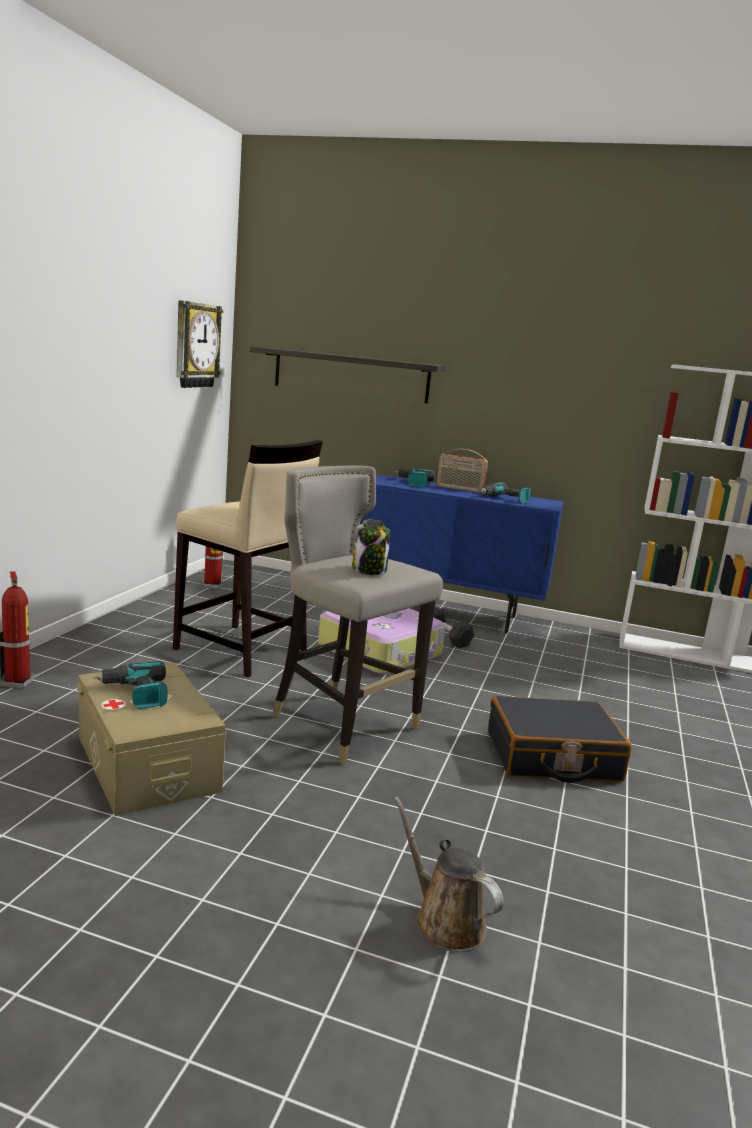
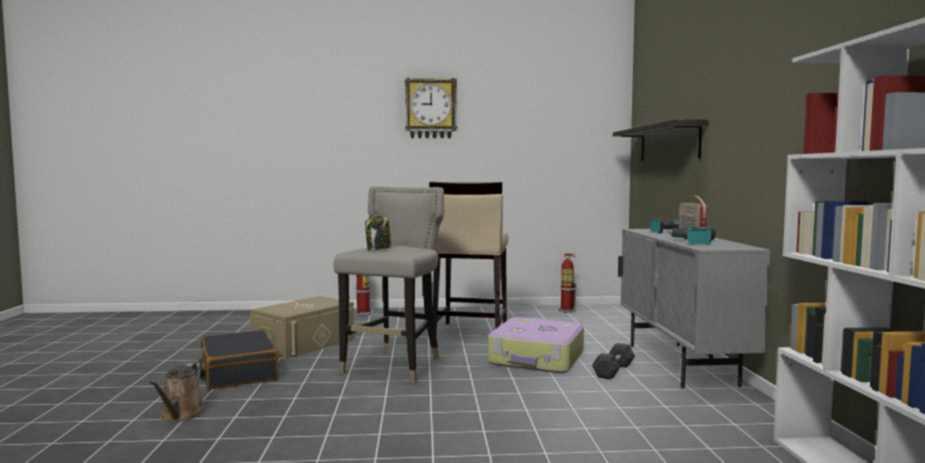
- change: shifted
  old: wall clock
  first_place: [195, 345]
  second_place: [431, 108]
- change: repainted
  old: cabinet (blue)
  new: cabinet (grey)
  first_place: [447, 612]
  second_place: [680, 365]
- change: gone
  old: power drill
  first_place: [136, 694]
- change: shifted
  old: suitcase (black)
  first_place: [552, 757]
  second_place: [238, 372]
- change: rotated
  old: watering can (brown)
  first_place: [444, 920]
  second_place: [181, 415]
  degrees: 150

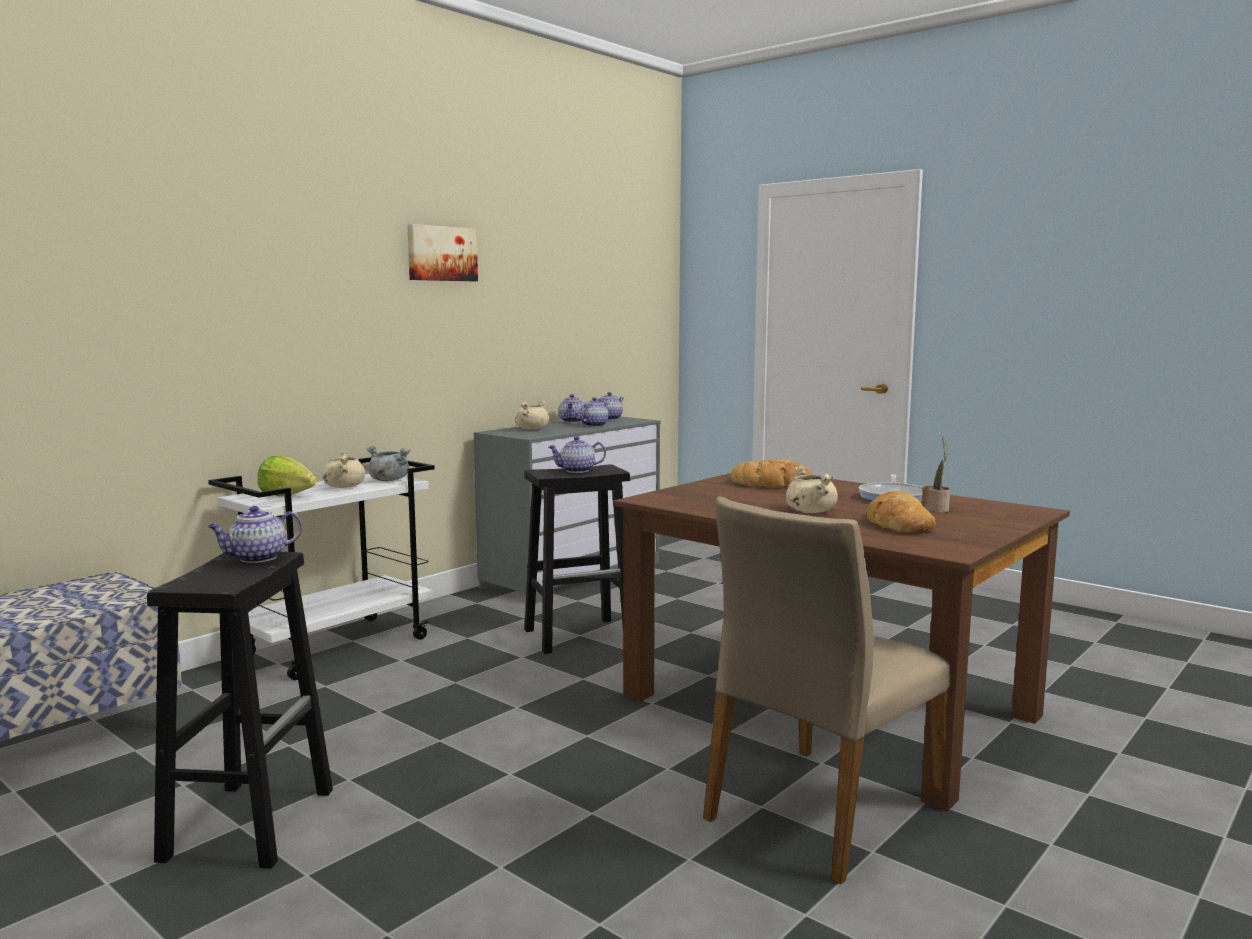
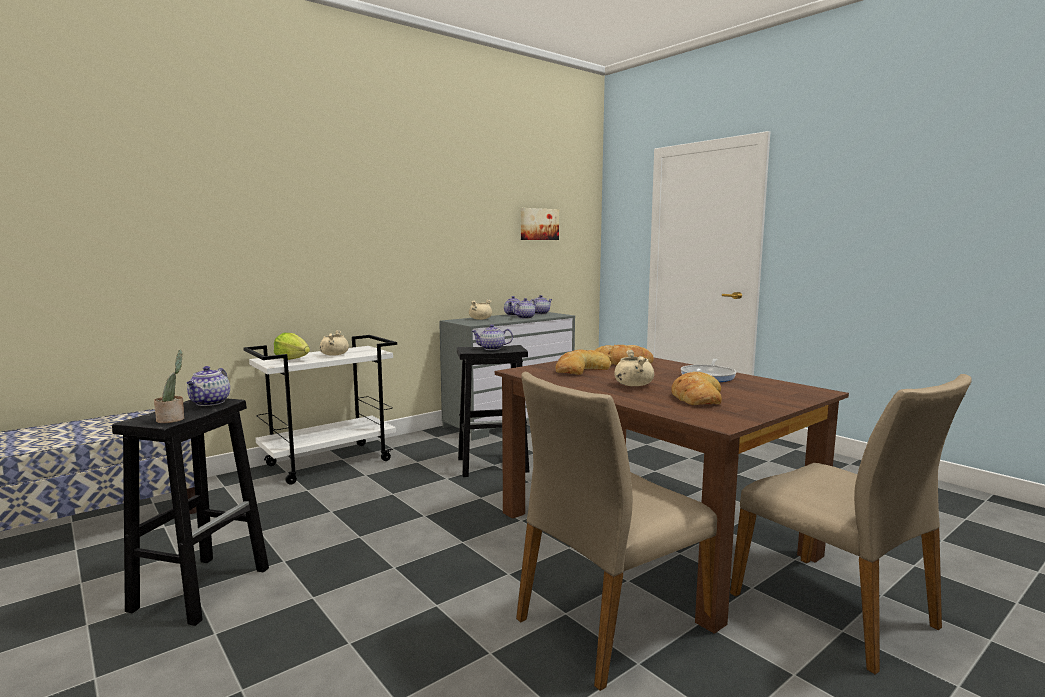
- change: shifted
  old: picture
  first_place: [441, 253]
  second_place: [538, 224]
- change: shifted
  old: potted plant
  first_place: [935, 510]
  second_place: [172, 419]
- change: gone
  old: cooking pot (grey)
  first_place: [388, 480]
- change: rotated
  old: teapot
  first_place: [257, 558]
  second_place: [210, 403]
  degrees: -60
- change: new
  new: bread
  second_place: [580, 370]
- change: new
  new: chair (beige)
  second_place: [835, 610]

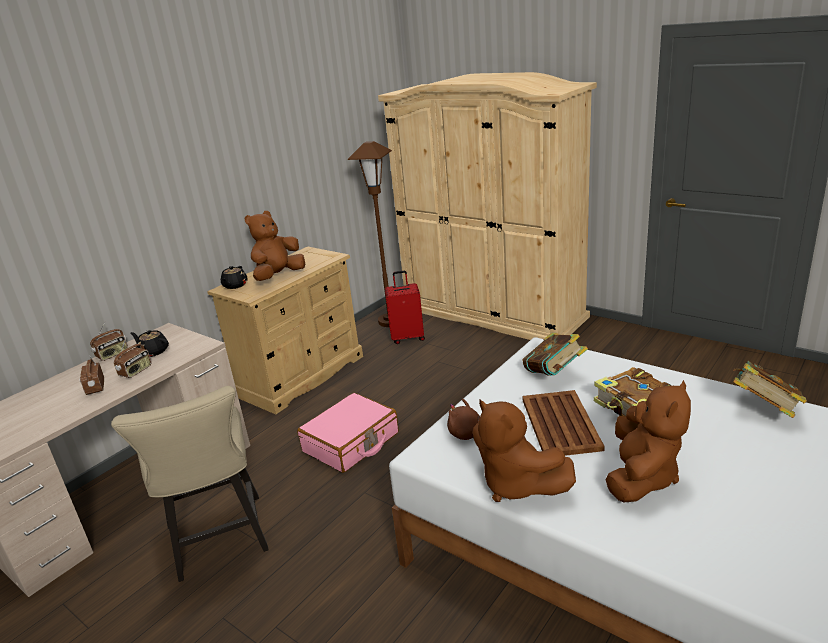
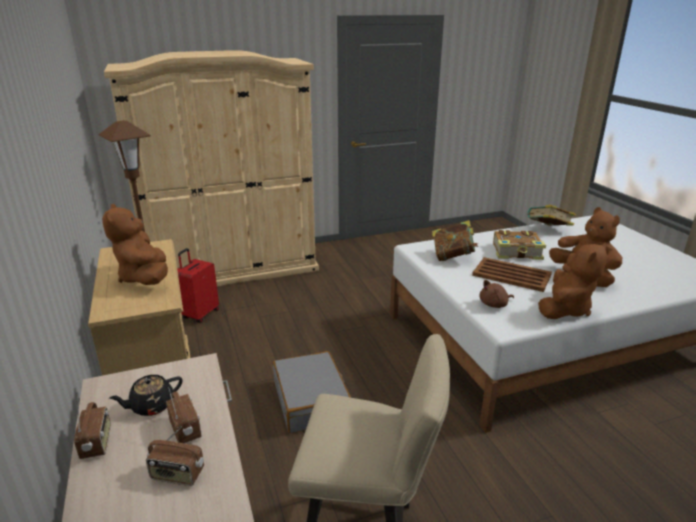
- change: gone
  old: teapot (black)
  first_place: [235, 286]
- change: repainted
  old: suitcase (pink)
  new: suitcase (grey)
  first_place: [351, 443]
  second_place: [311, 401]
- change: rotated
  old: plush toy (brown)
  first_place: [516, 485]
  second_place: [565, 309]
  degrees: -45

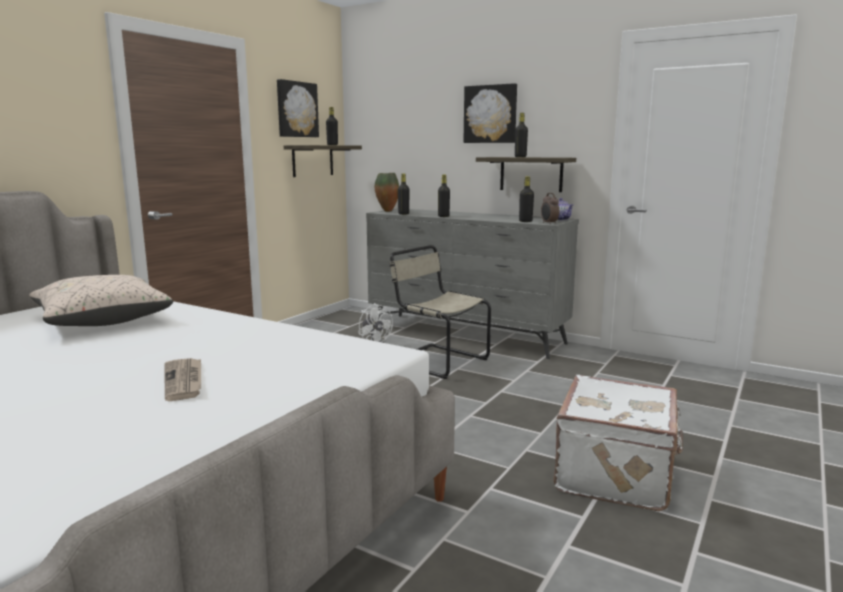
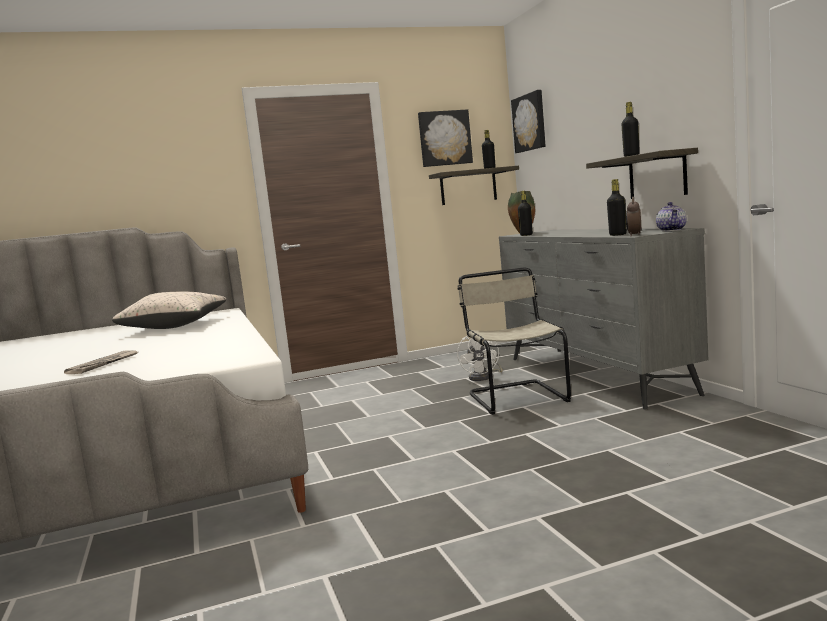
- change: shifted
  old: picture
  first_place: [490, 114]
  second_place: [530, 122]
- change: gone
  old: bottle (black)
  first_place: [443, 216]
- change: gone
  old: suitcase (white)
  first_place: [617, 474]

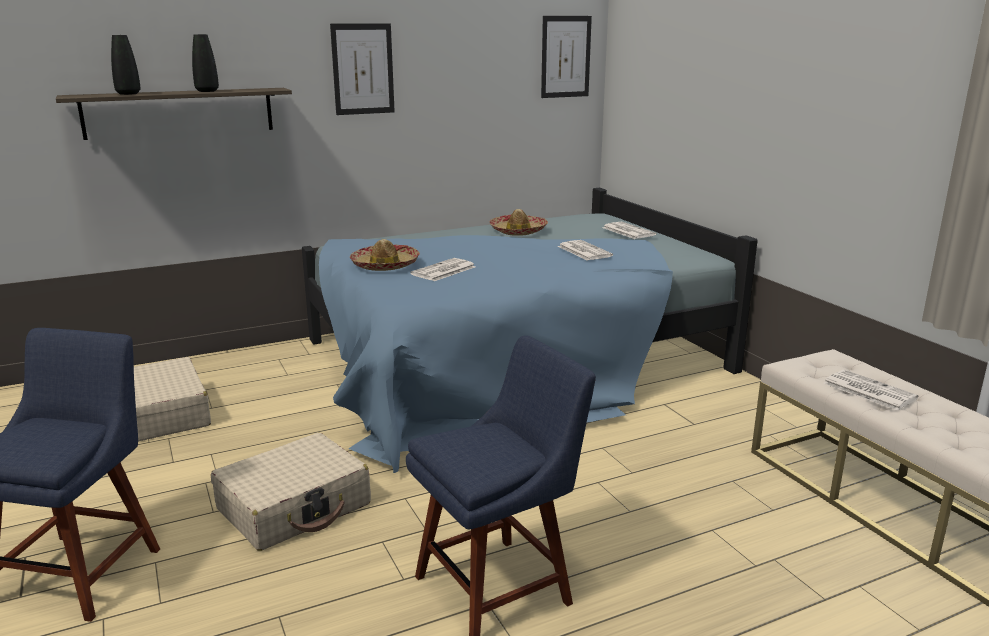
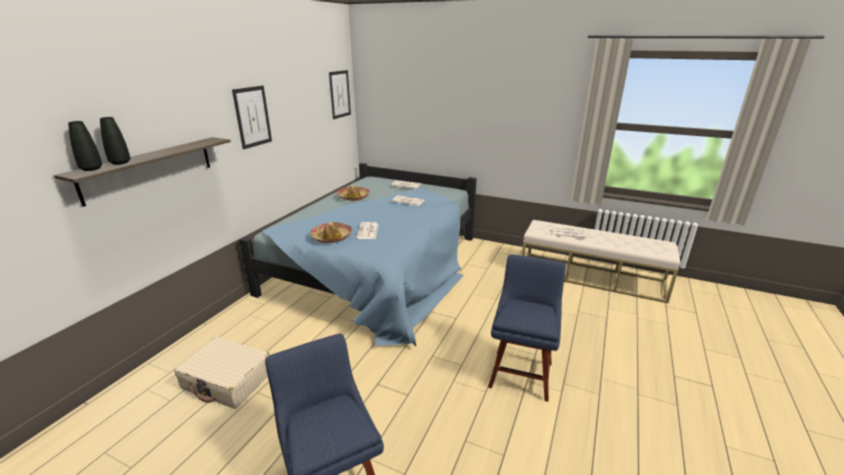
- change: shifted
  old: vase (black)
  first_place: [207, 91]
  second_place: [91, 169]
- change: gone
  old: suitcase (beige)
  first_place: [295, 507]

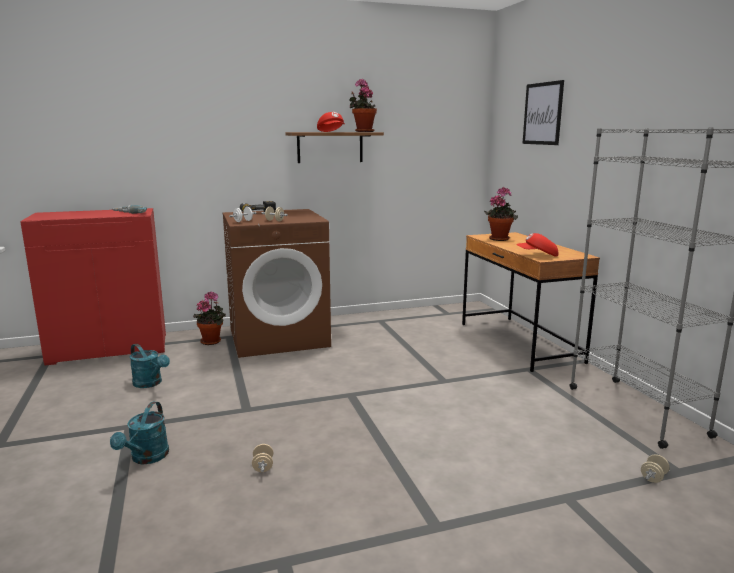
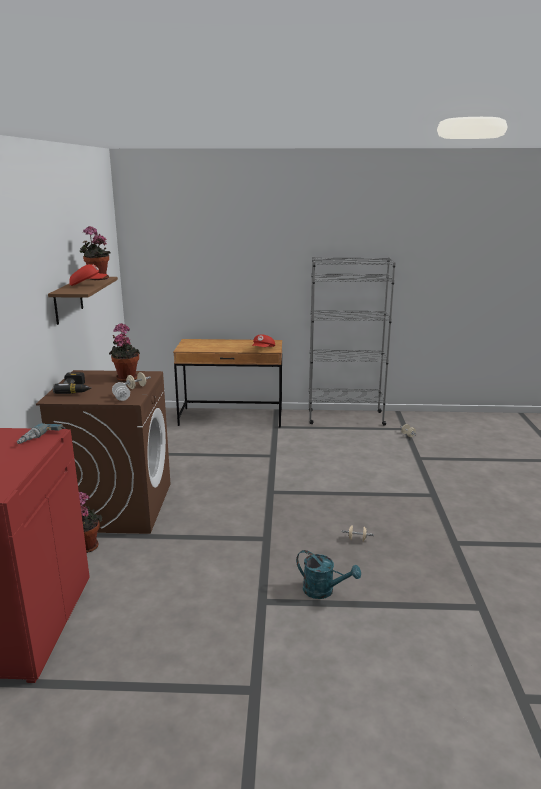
- change: gone
  old: picture
  first_place: [542, 113]
- change: shifted
  old: potted plant
  first_place: [499, 239]
  second_place: [126, 378]
- change: gone
  old: watering can (turquoise)
  first_place: [150, 383]

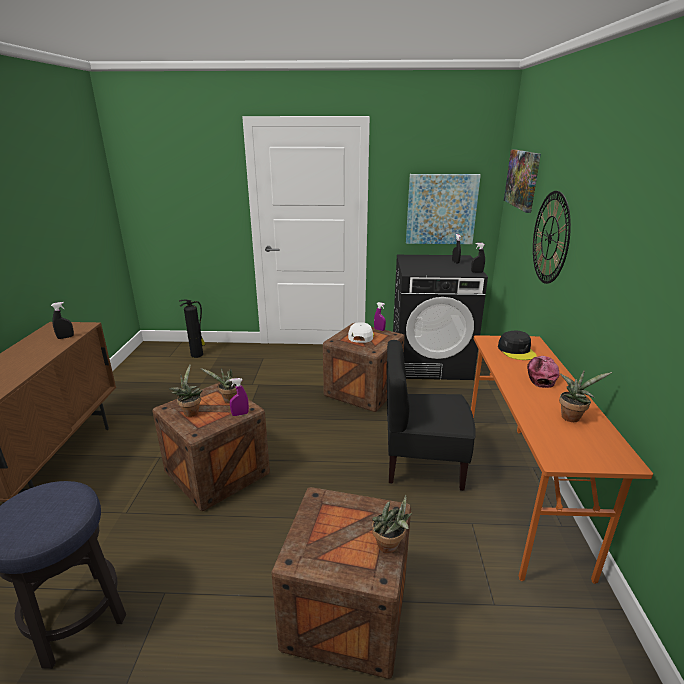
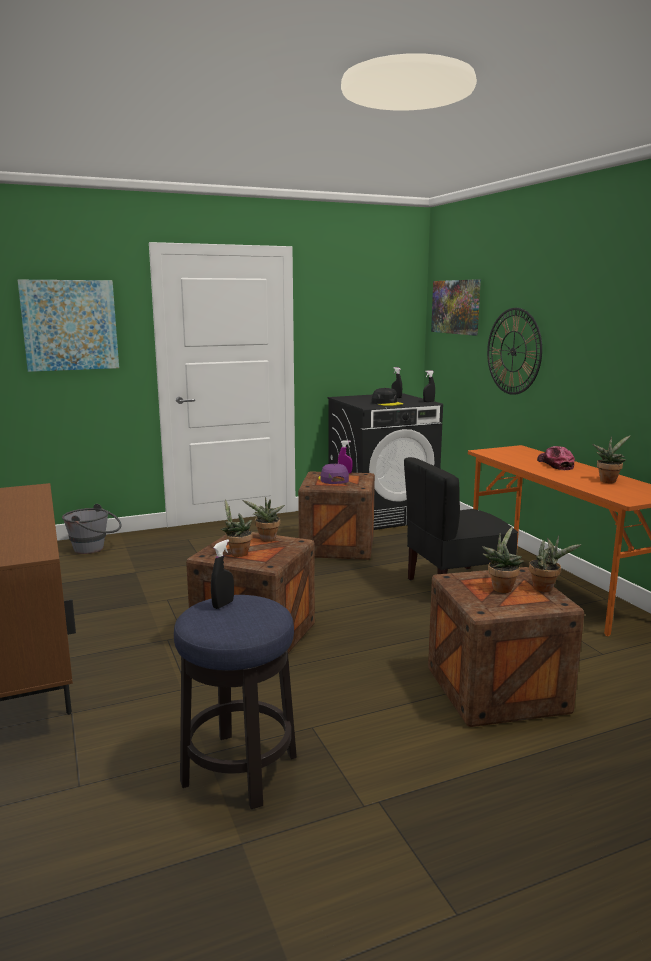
- change: shifted
  old: picture
  first_place: [441, 209]
  second_place: [70, 325]
- change: swapped
  old: fire extinguisher
  new: bucket (grey)
  first_place: [197, 354]
  second_place: [95, 549]
- change: shifted
  old: spray bottle (black)
  first_place: [65, 337]
  second_place: [223, 604]
- change: repainted
  old: cap (white)
  new: cap (purple)
  first_place: [360, 336]
  second_place: [333, 479]
- change: shifted
  old: cap (black)
  first_place: [516, 351]
  second_place: [387, 403]
- change: gone
  old: spray bottle (purple)
  first_place: [240, 414]
- change: new
  new: potted plant
  second_place: [501, 588]

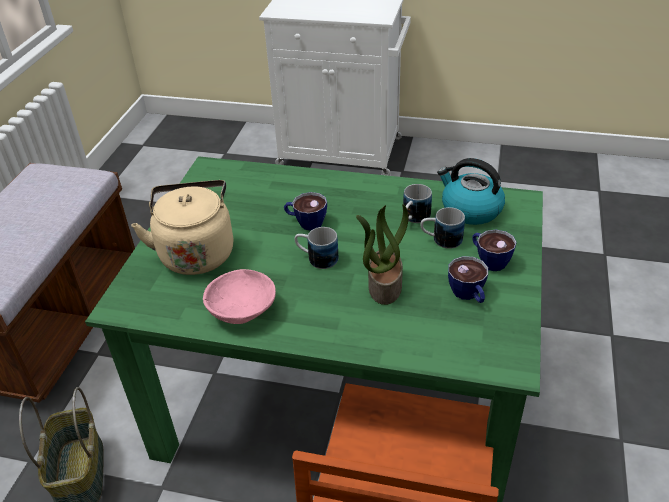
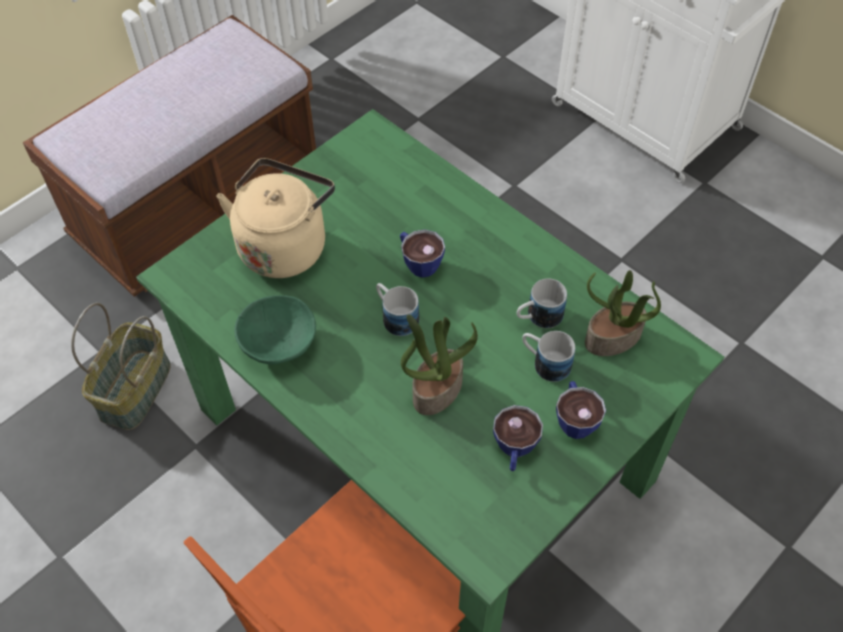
- change: swapped
  old: kettle
  new: potted plant
  first_place: [470, 209]
  second_place: [613, 338]
- change: repainted
  old: bowl (pink)
  new: bowl (green)
  first_place: [243, 311]
  second_place: [279, 344]

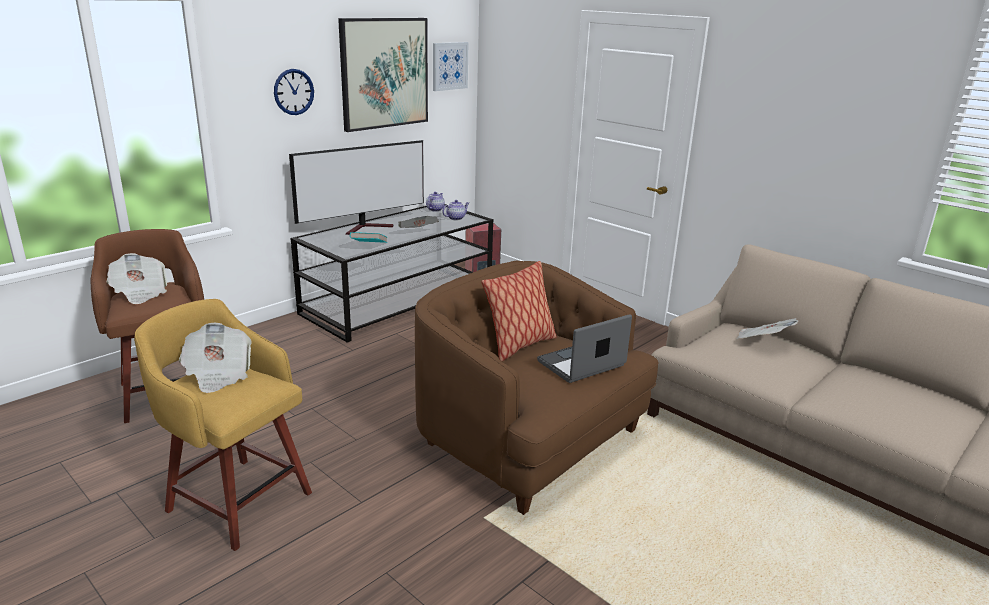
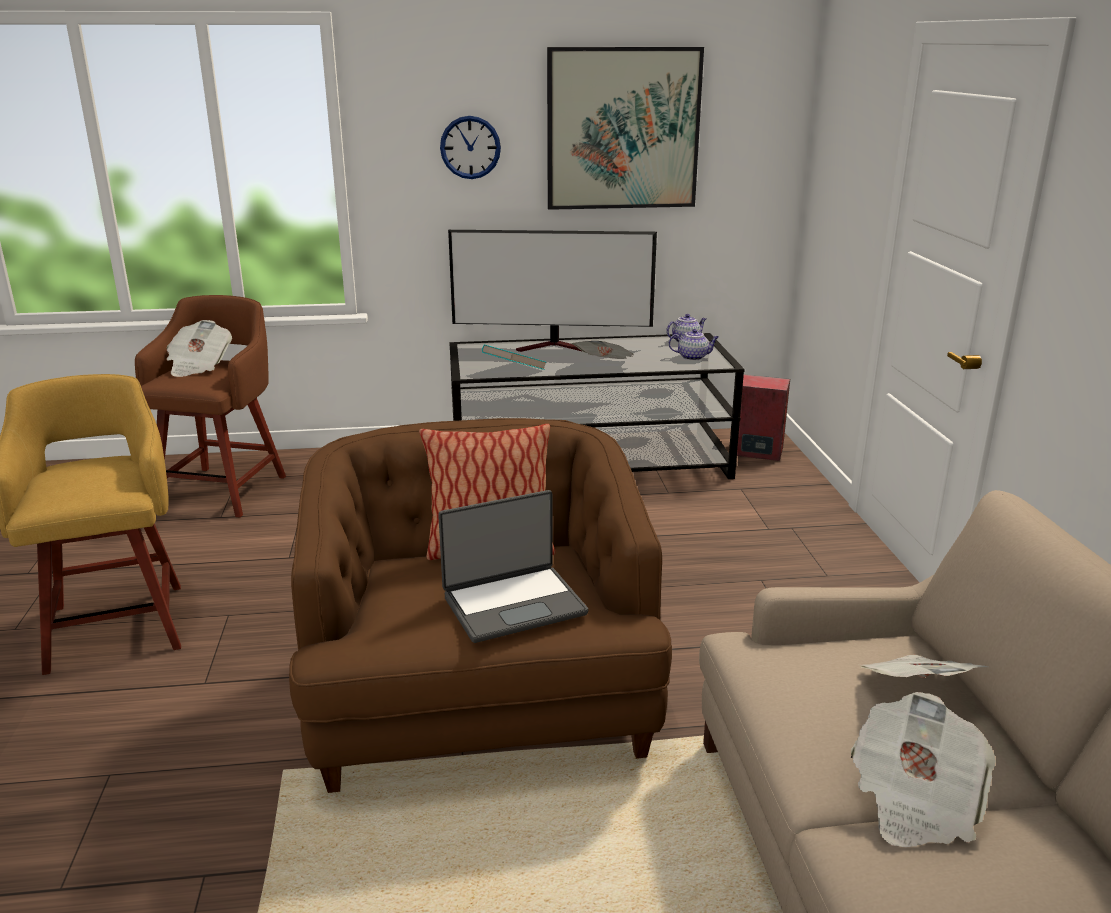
- change: gone
  old: picture
  first_place: [449, 66]
- change: rotated
  old: laptop
  first_place: [582, 364]
  second_place: [513, 604]
  degrees: 150
- change: shifted
  old: newspaper
  first_place: [218, 374]
  second_place: [914, 800]

